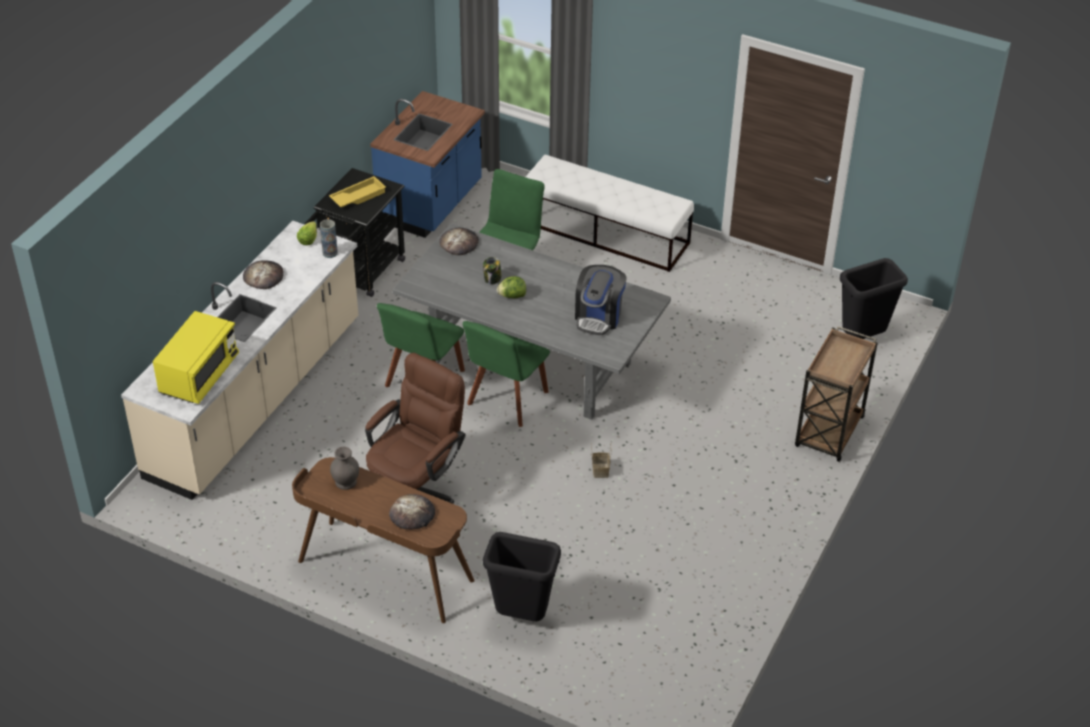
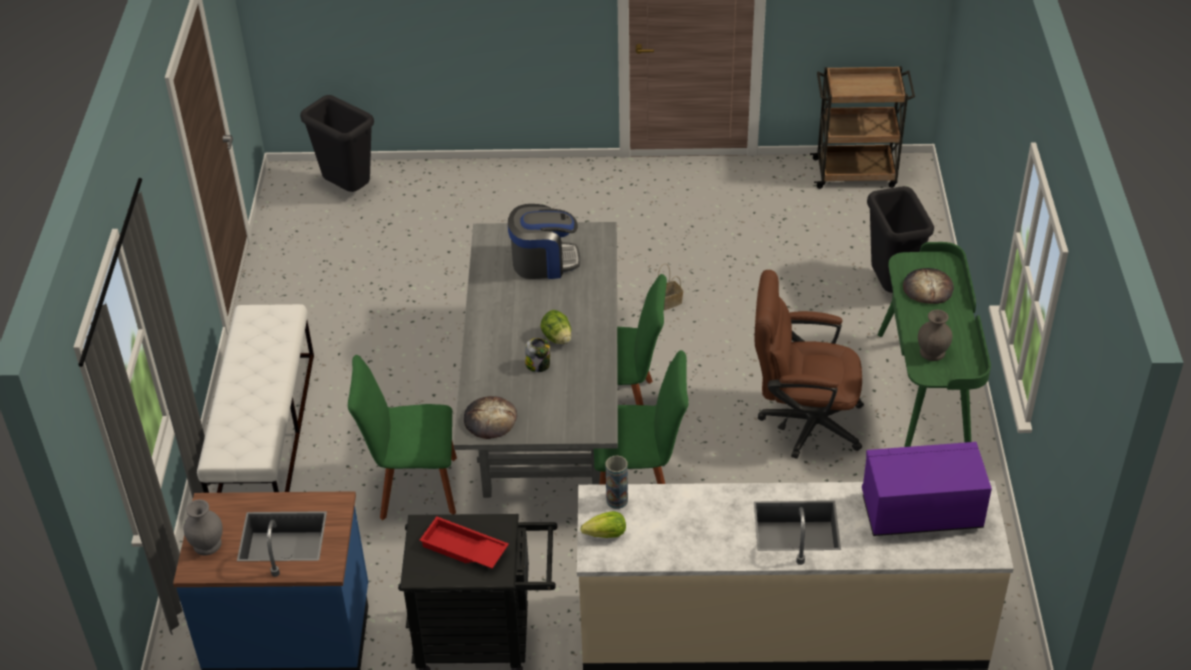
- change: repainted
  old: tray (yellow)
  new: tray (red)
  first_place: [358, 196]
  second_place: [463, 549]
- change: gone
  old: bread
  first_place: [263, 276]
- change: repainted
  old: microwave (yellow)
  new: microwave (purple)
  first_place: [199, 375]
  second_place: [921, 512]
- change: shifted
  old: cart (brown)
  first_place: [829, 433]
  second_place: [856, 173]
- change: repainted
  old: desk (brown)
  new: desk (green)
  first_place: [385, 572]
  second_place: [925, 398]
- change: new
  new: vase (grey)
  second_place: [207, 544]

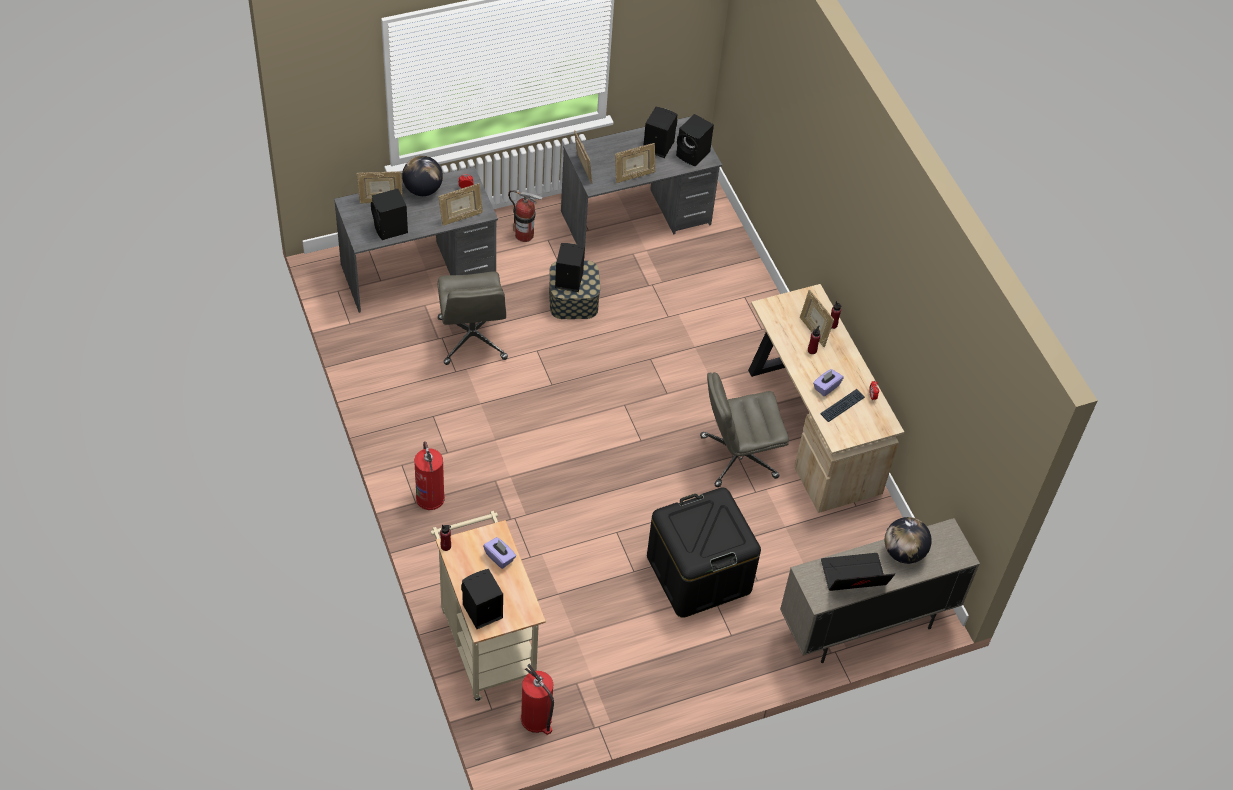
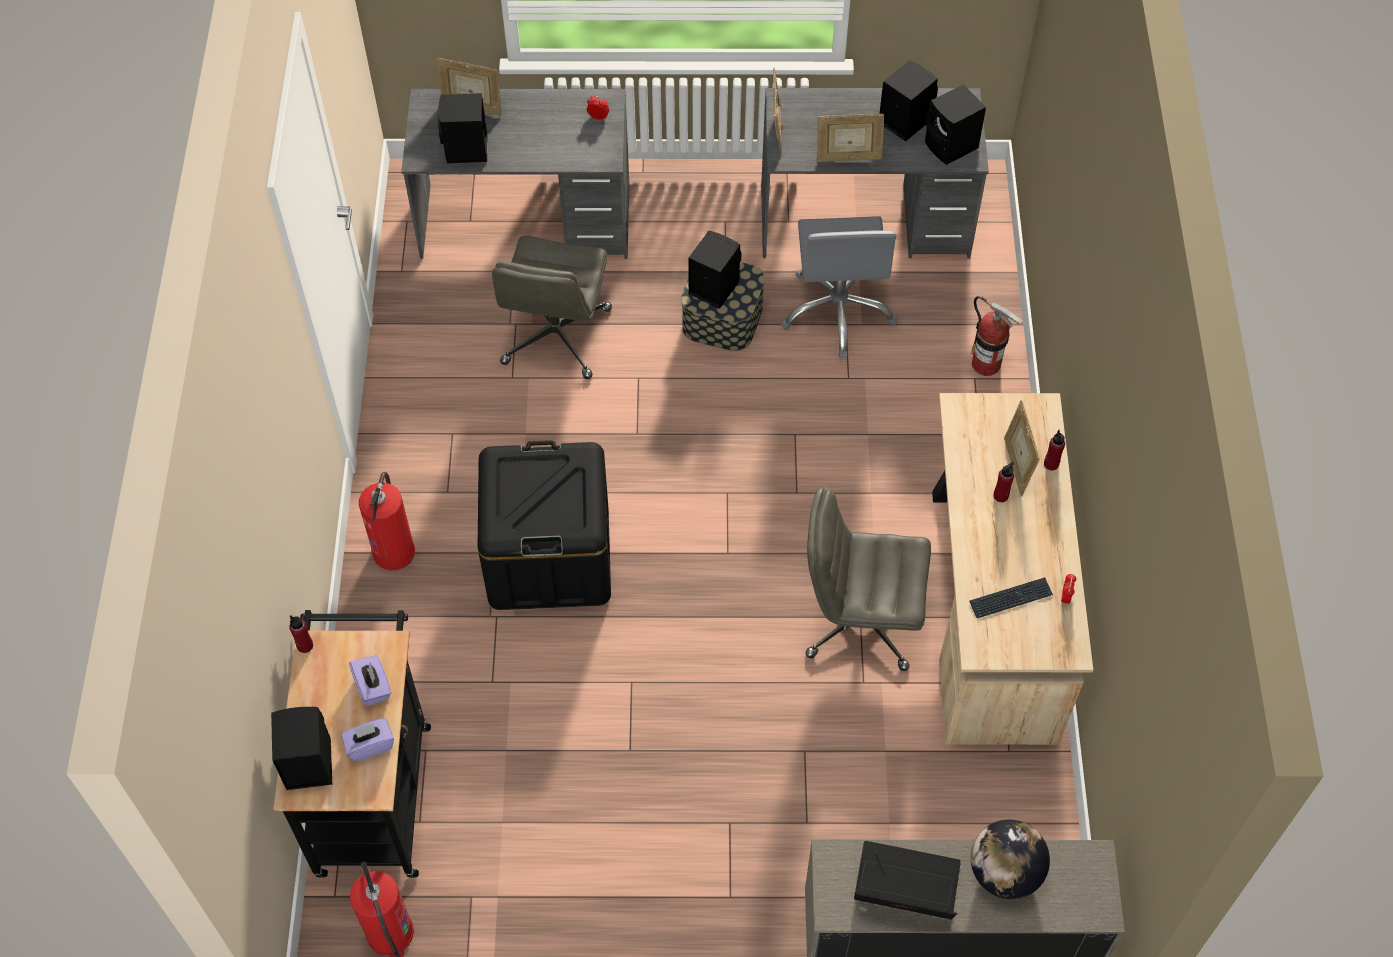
- change: gone
  old: globe
  first_place: [423, 189]
- change: gone
  old: picture frame
  first_place: [461, 218]
- change: shifted
  old: fire extinguisher
  first_place: [524, 235]
  second_place: [986, 364]
- change: shifted
  old: tissue box (purple)
  first_place: [826, 387]
  second_place: [370, 745]
- change: shifted
  old: storage box (black)
  first_place: [698, 573]
  second_place: [549, 556]
- change: repainted
  old: cart (beige)
  new: cart (black)
  first_place: [486, 640]
  second_place: [374, 788]
- change: new
  new: office chair (grey)
  second_place: [838, 311]

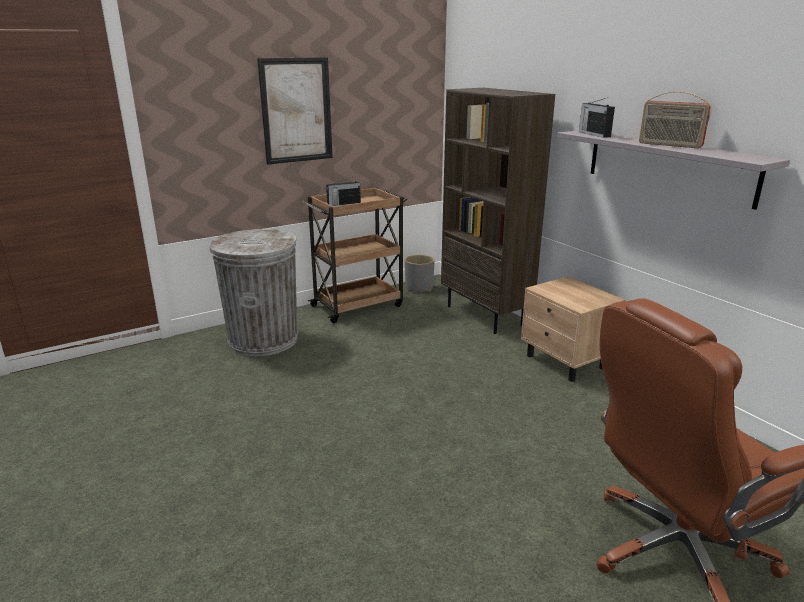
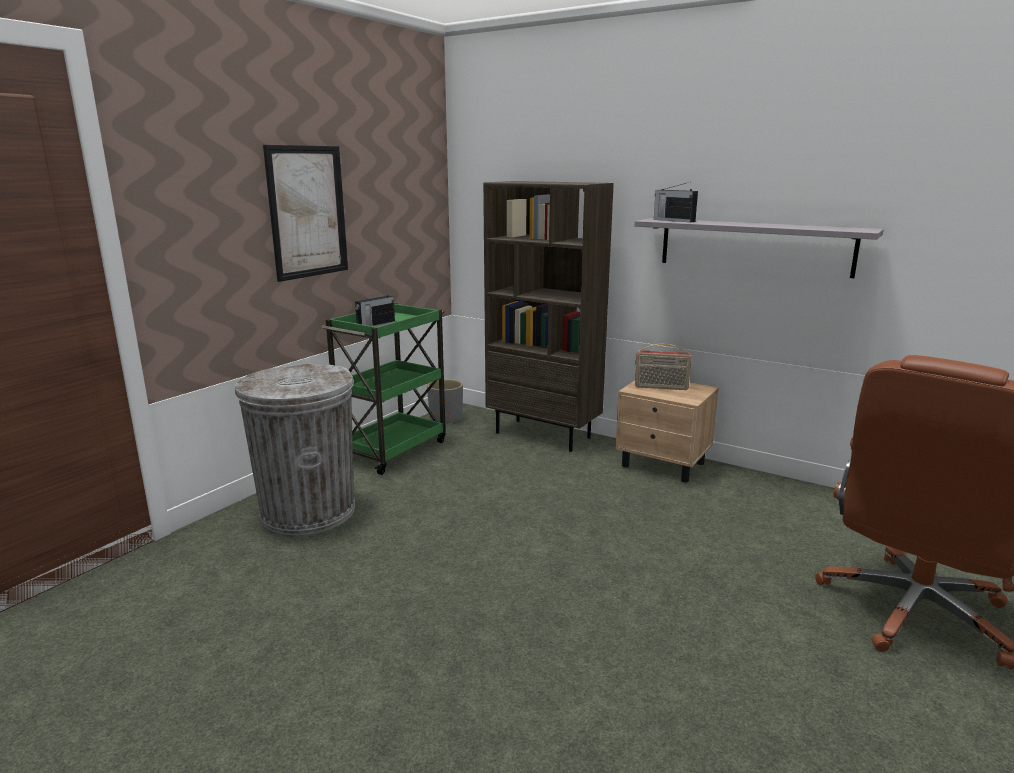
- change: shifted
  old: radio
  first_place: [669, 145]
  second_place: [661, 387]
- change: repainted
  old: cart (brown)
  new: cart (green)
  first_place: [358, 305]
  second_place: [393, 449]

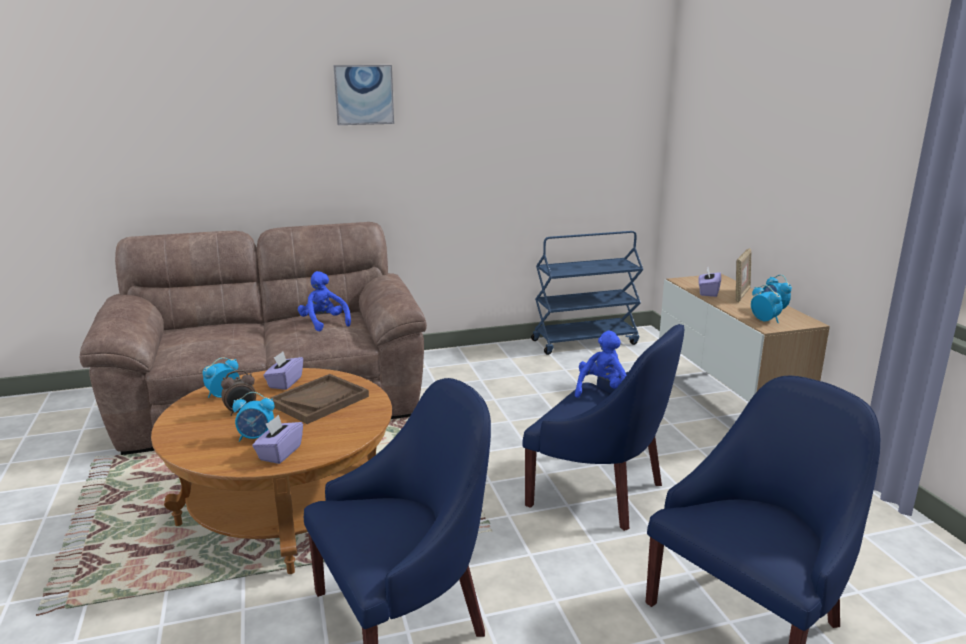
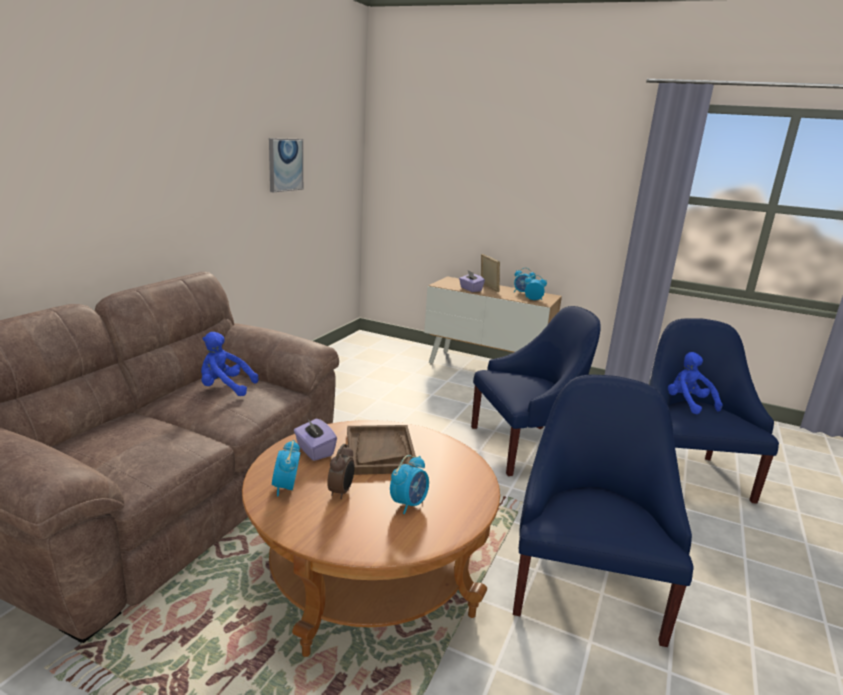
- change: shifted
  old: picture
  first_place: [364, 95]
  second_place: [285, 164]
- change: gone
  old: cart (blue)
  first_place: [585, 341]
- change: shifted
  old: plush toy (blue)
  first_place: [601, 391]
  second_place: [688, 403]
- change: gone
  old: tissue box (purple)
  first_place: [279, 453]

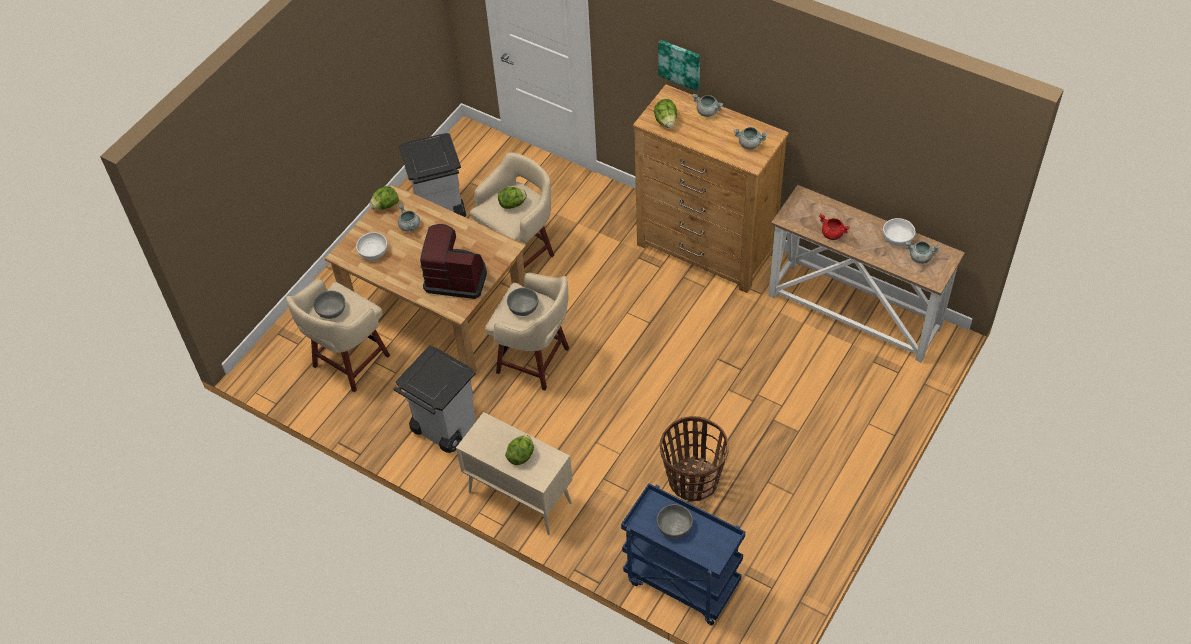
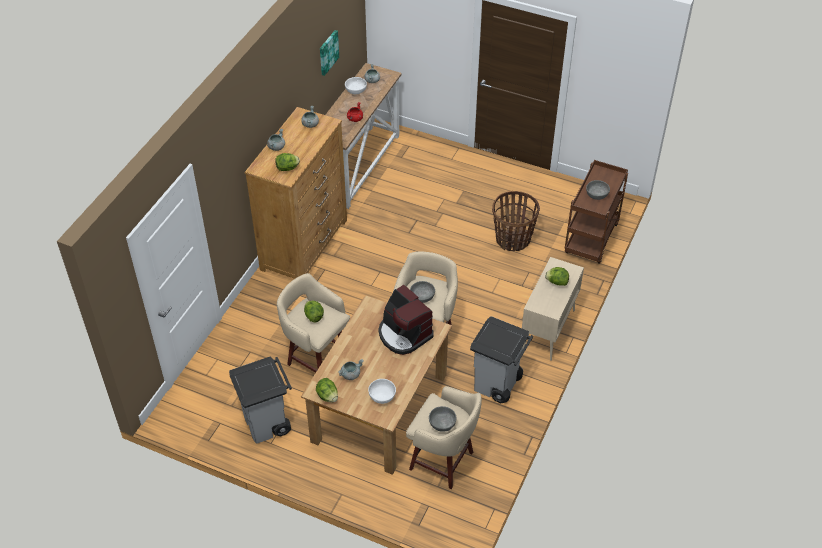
- change: shifted
  old: picture
  first_place: [680, 63]
  second_place: [328, 52]
- change: rotated
  old: coffee machine
  first_place: [456, 277]
  second_place: [404, 334]
  degrees: -45
- change: repainted
  old: cart (blue)
  new: cart (brown)
  first_place: [680, 582]
  second_place: [591, 240]

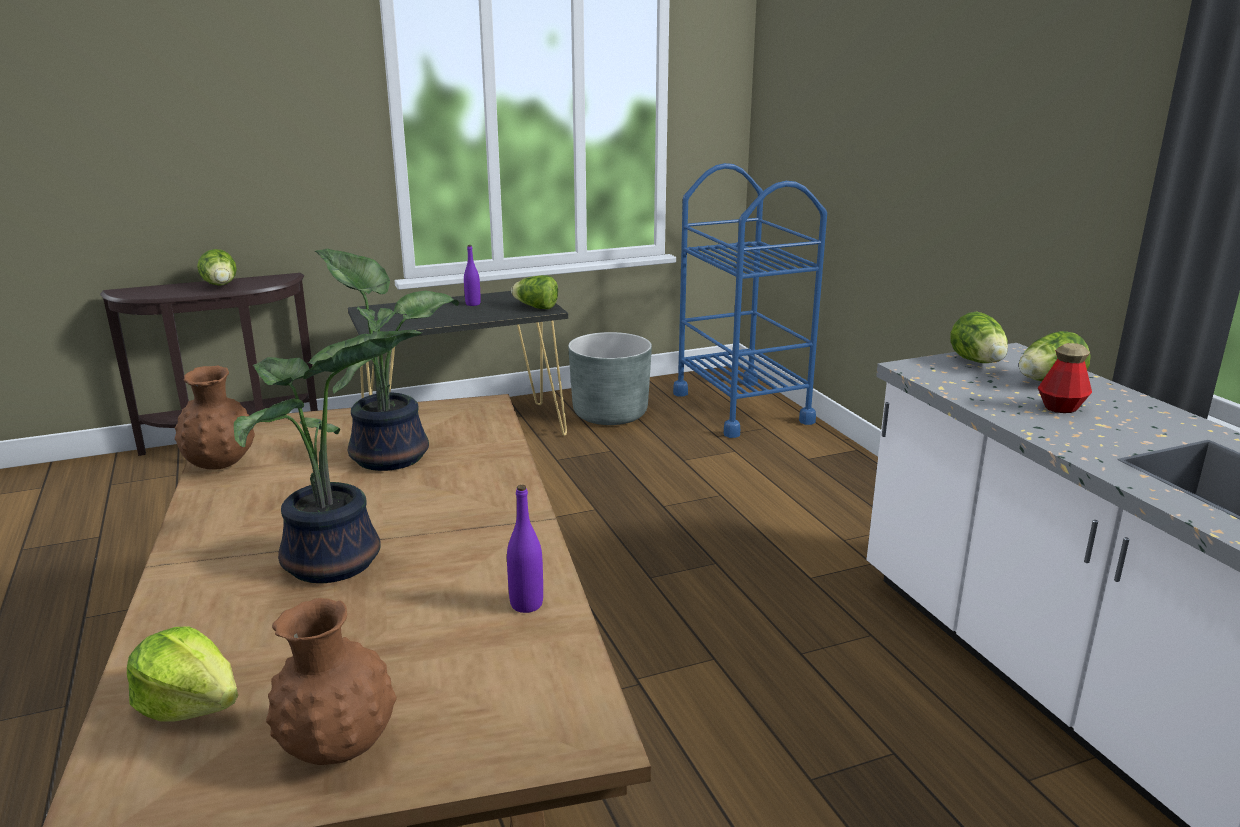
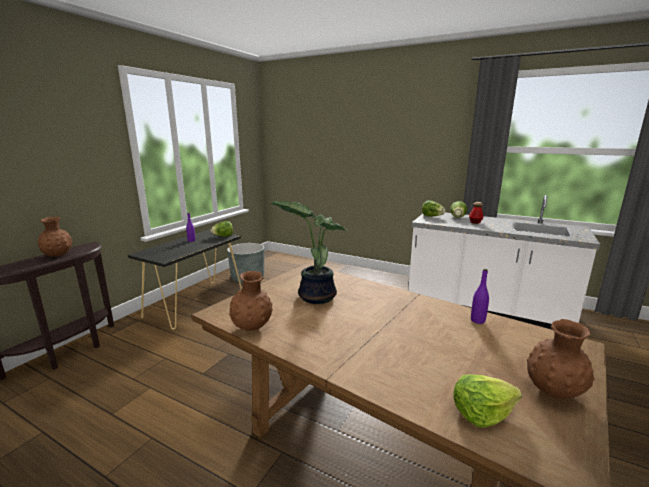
- change: gone
  old: cart (blue)
  first_place: [741, 407]
- change: swapped
  old: lettuce
  new: vase (brown)
  first_place: [221, 286]
  second_place: [58, 255]
- change: gone
  old: potted plant
  first_place: [334, 564]

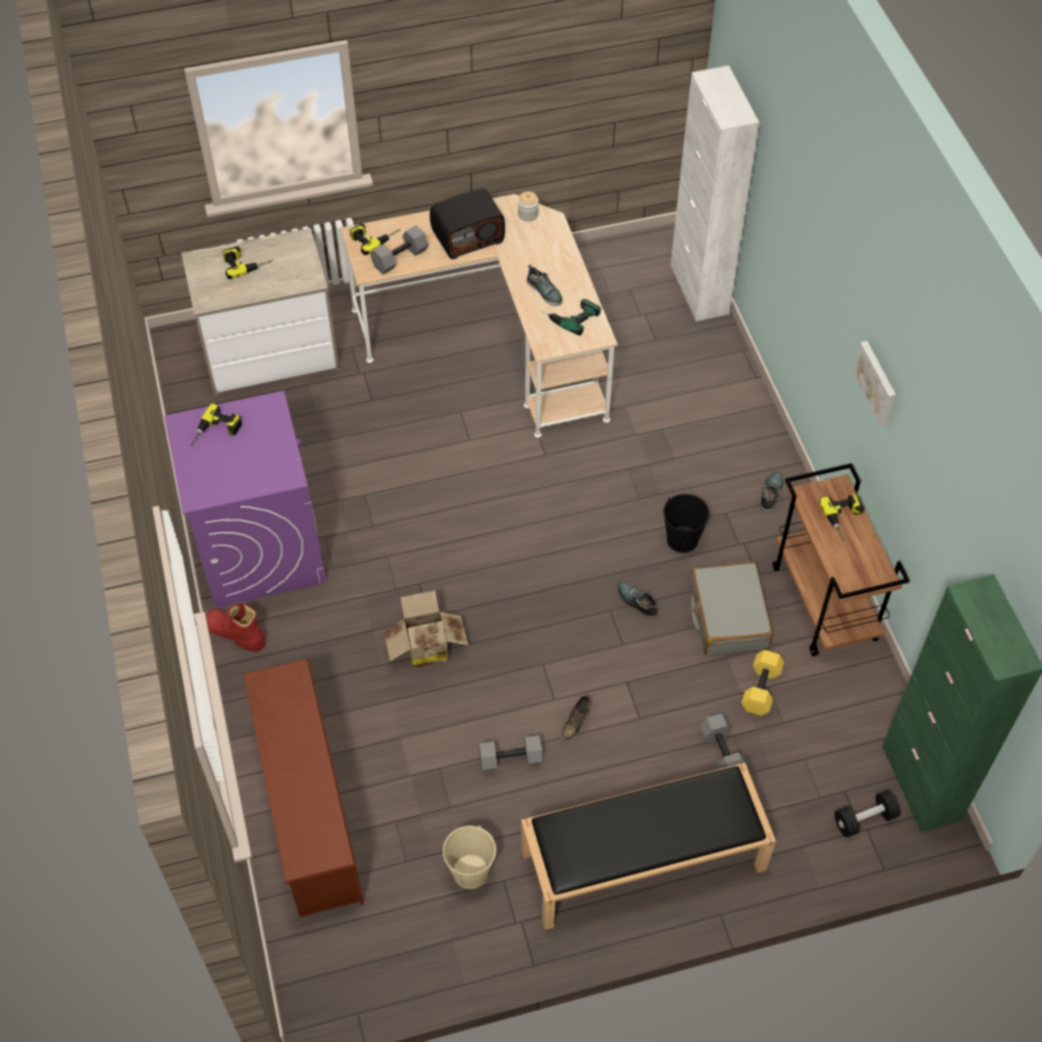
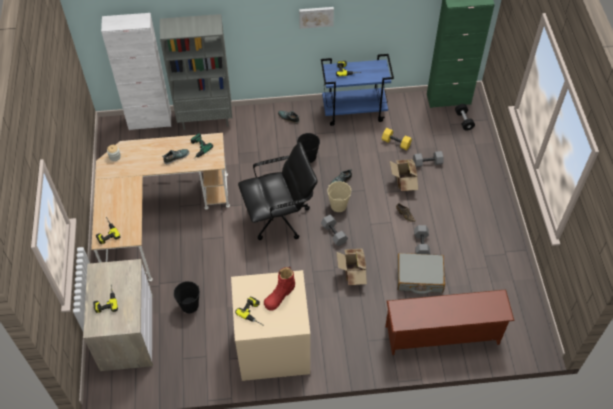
- change: gone
  old: radio
  first_place: [468, 236]
- change: shifted
  old: dumbbell (grey)
  first_place: [400, 259]
  second_place: [334, 234]
- change: repainted
  old: washing machine (purple)
  new: washing machine (beige)
  first_place: [260, 547]
  second_place: [272, 348]
- change: repainted
  old: cart (brown)
  new: cart (blue)
  first_place: [825, 604]
  second_place: [354, 111]
- change: shifted
  old: suitcase (grey)
  first_place: [728, 617]
  second_place: [419, 277]
- change: shifted
  old: boot (red)
  first_place: [235, 633]
  second_place: [280, 295]
- change: gone
  old: bench (black)
  first_place: [642, 861]
- change: shifted
  old: bucket (beige)
  first_place: [470, 872]
  second_place: [338, 205]
- change: new
  new: bookcase (grey)
  second_place: [206, 119]
- change: new
  new: office chair (black)
  second_place: [279, 218]
- change: new
  new: cardboard box
  second_place: [403, 182]
- change: new
  new: bucket (black)
  second_place: [189, 305]

